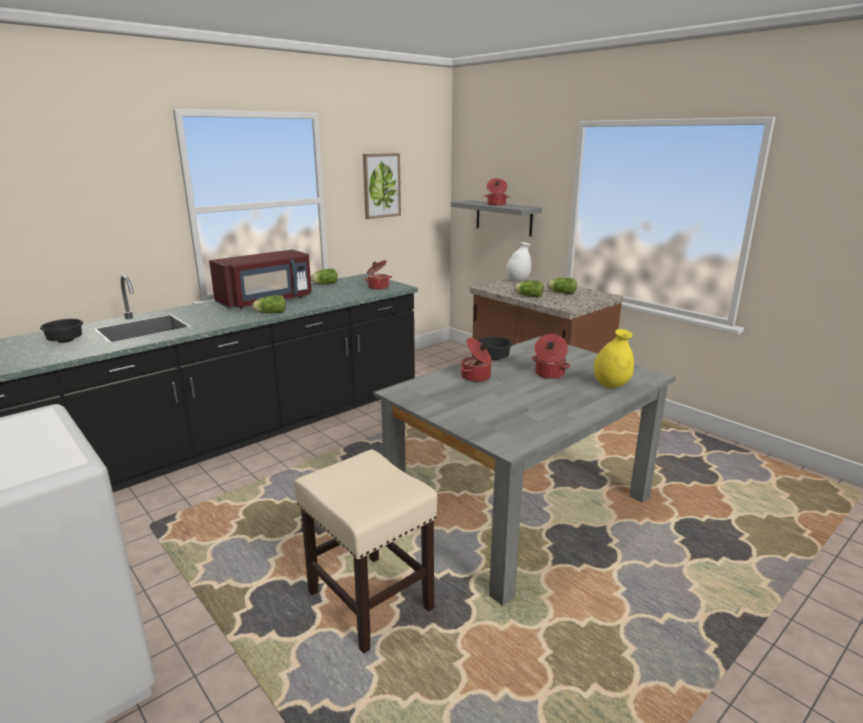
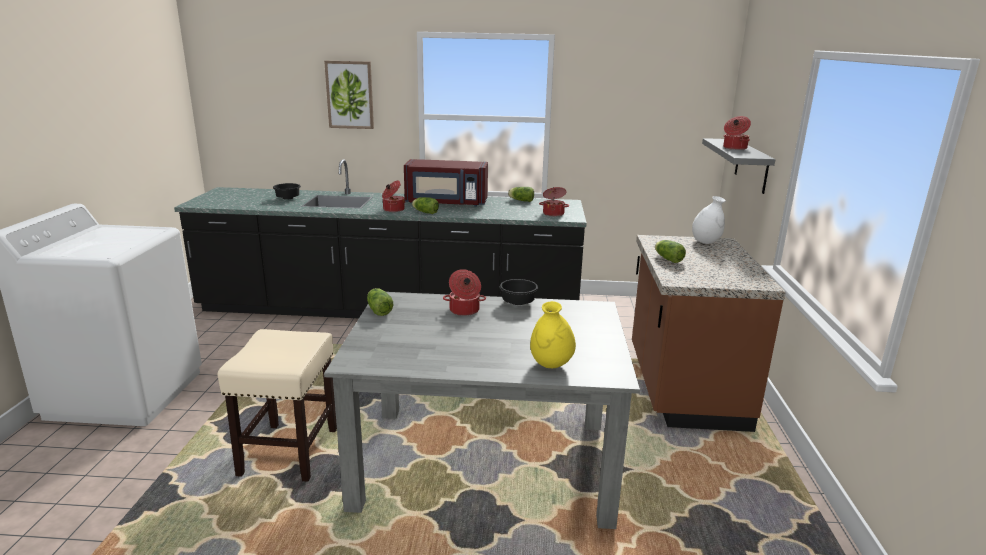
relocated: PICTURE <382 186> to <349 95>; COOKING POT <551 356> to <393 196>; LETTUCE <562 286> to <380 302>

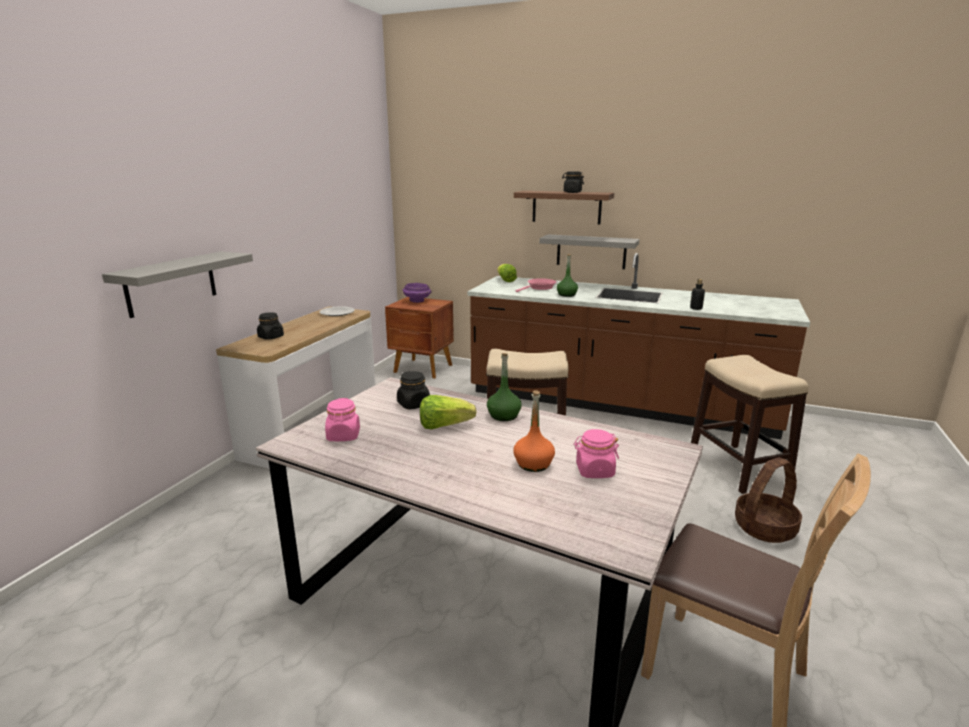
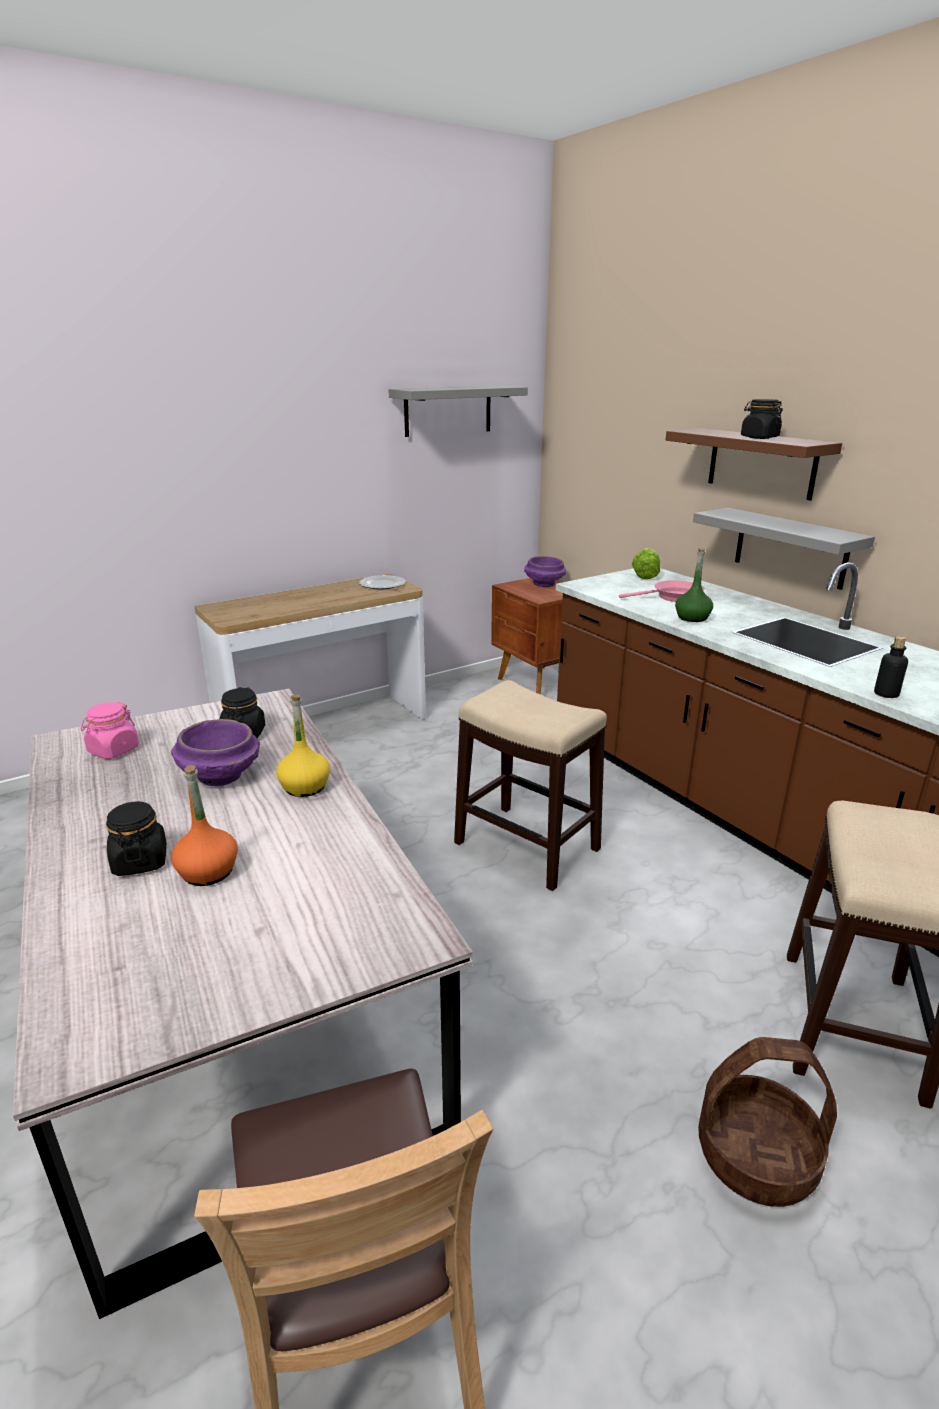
missing: PINK JAR <596 453>
relocated: GREY SHELF <177 284> to <458 411>; BLACK JAR <270 326> to <136 838>
exchanged: LETTUCE <448 412> to PURPLE BOWL <215 752>
colour: GREEN BOTTLE <504 387> to YELLOW BOTTLE <303 746>

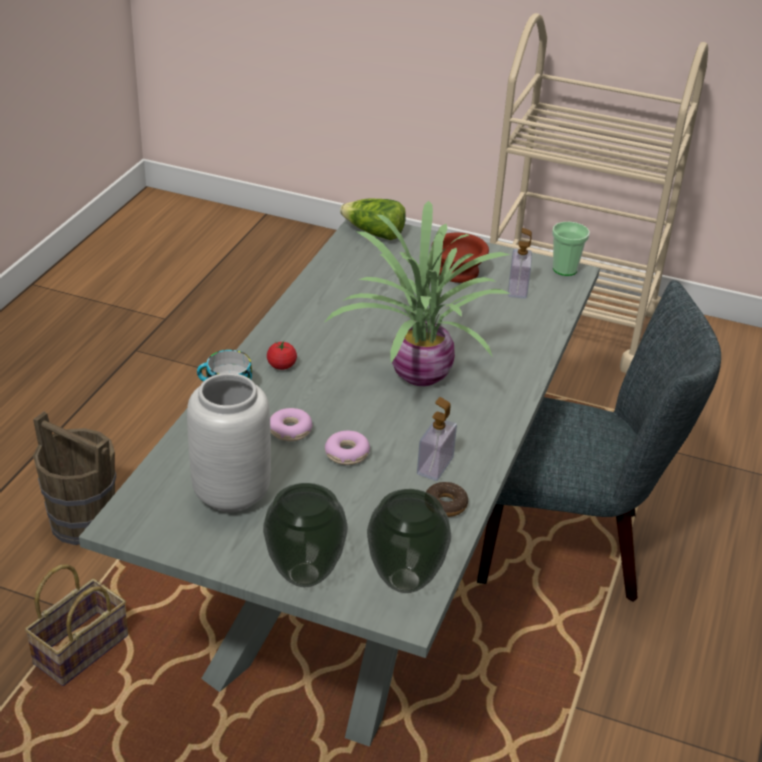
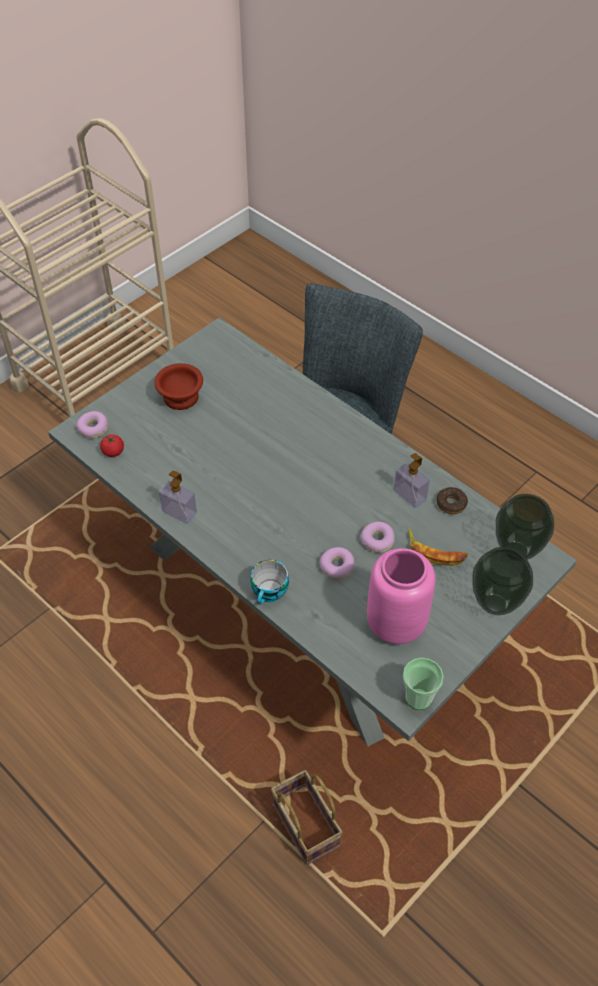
missing: BROWN BUCKET <74 478>; POTTED PLANT <418 293>
appeared: BANANA <438 547>
relocated: TOMATO <282 355> to <112 445>; SOAP DISPENSER <520 263> to <178 497>; CUP <571 249> to <423 684>
exchanged: LETTUCE <373 219> to DONUT <92 424>
colour: GREY VASE <229 442> to PINK VASE <401 596>

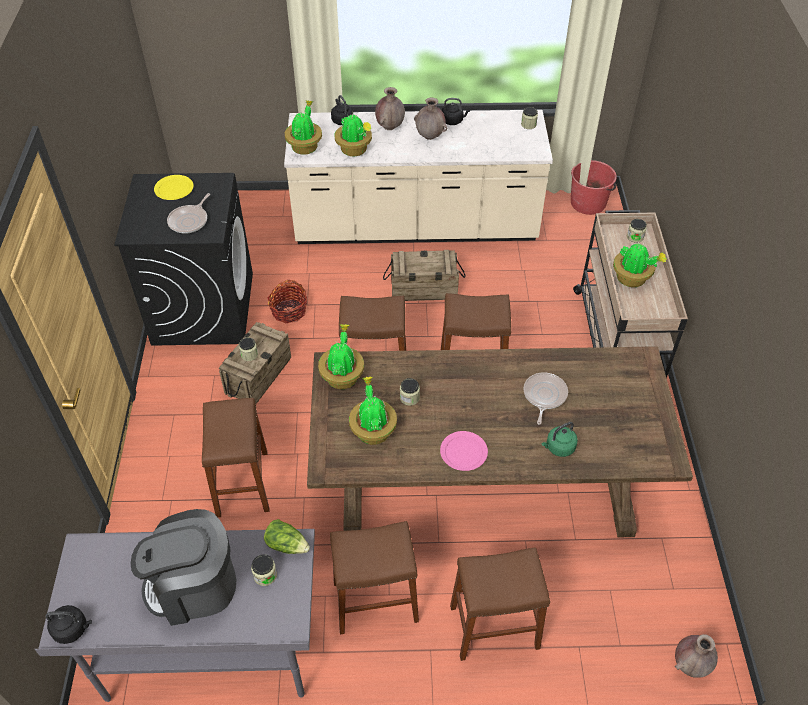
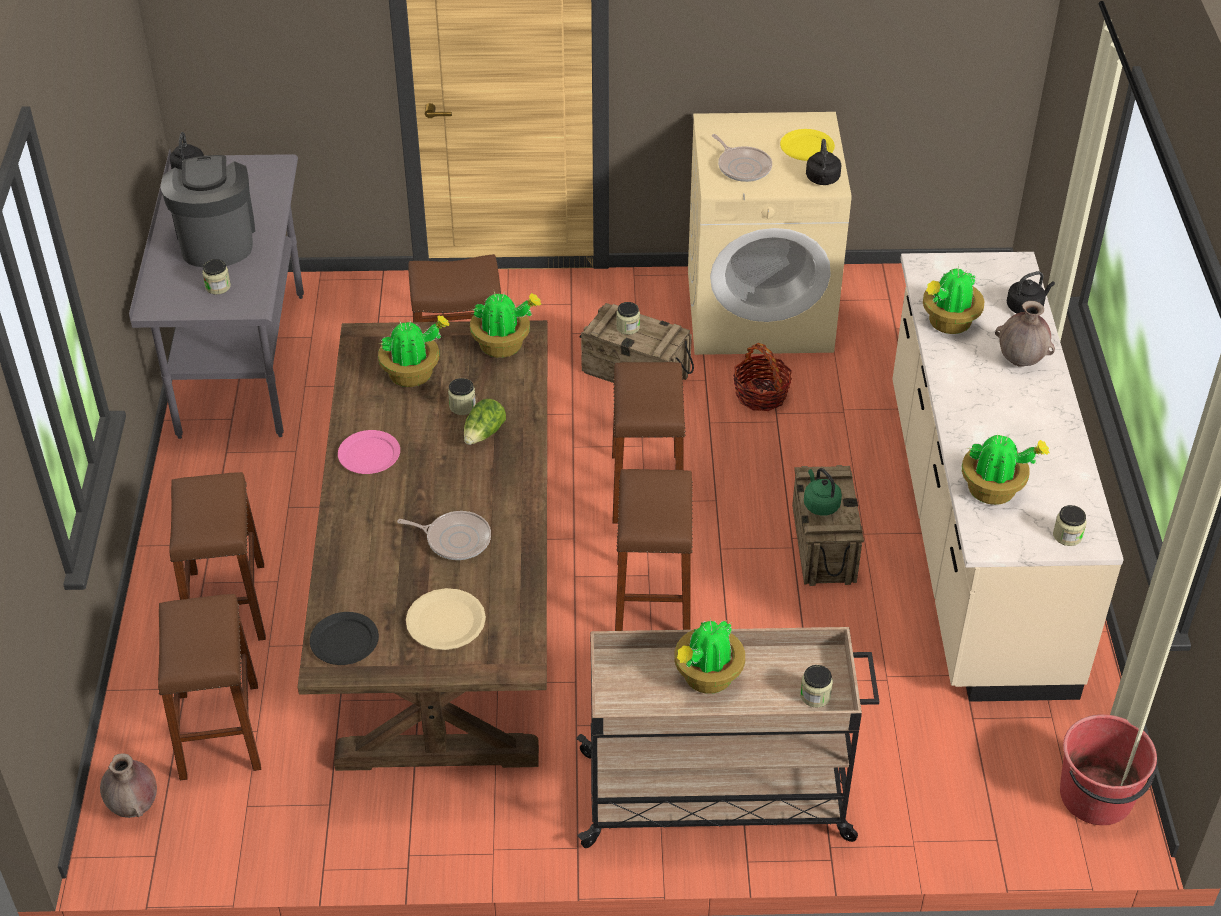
missing: BROWN VASE <430 119>
appeared: BLACK PLATE <344 638>; BEIGE PLATE <446 619>
relocated: LETTUCE <287 536> to <485 422>; POTTED PLANT <303 127> to <1006 469>; BROWN STOOL <374 577> to <209 687>; BLACK KETTLE <456 111> to <824 162>; GREEN KETTLE <559 439> to <823 492>
colour: BLACK WASHING MACHINE <183 259> to BEIGE WASHING MACHINE <770 233>
spun: FRYING PAN <188 213> = <742 158> 150 degrees counterclockwise

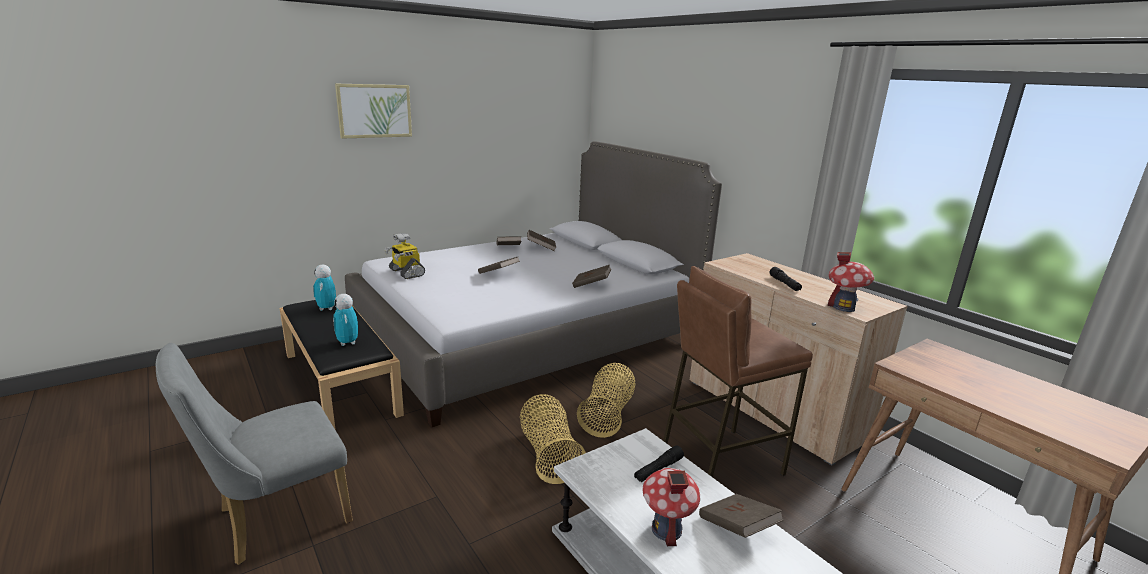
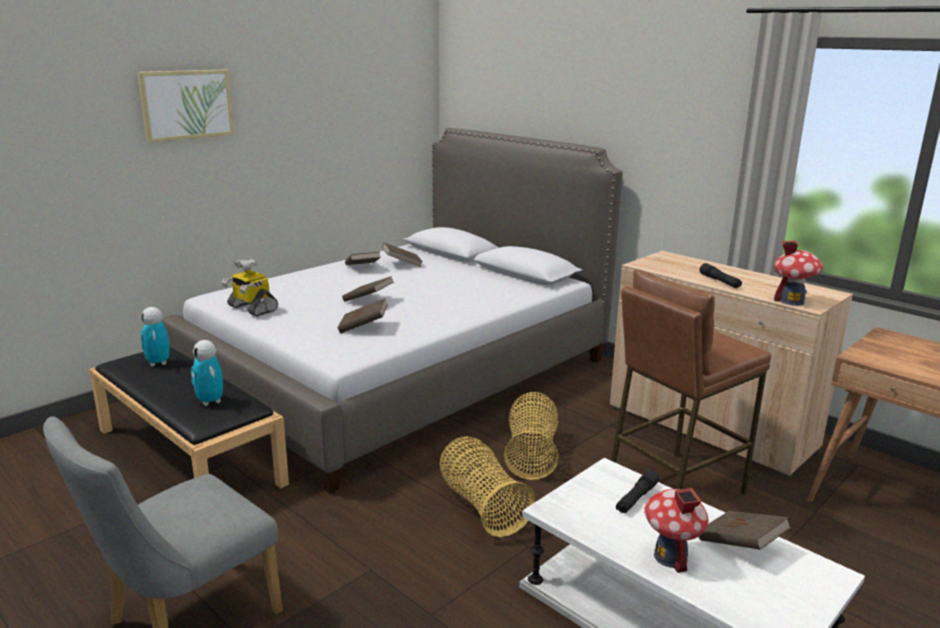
relocated: BROWN BOOK <592 276> to <363 315>

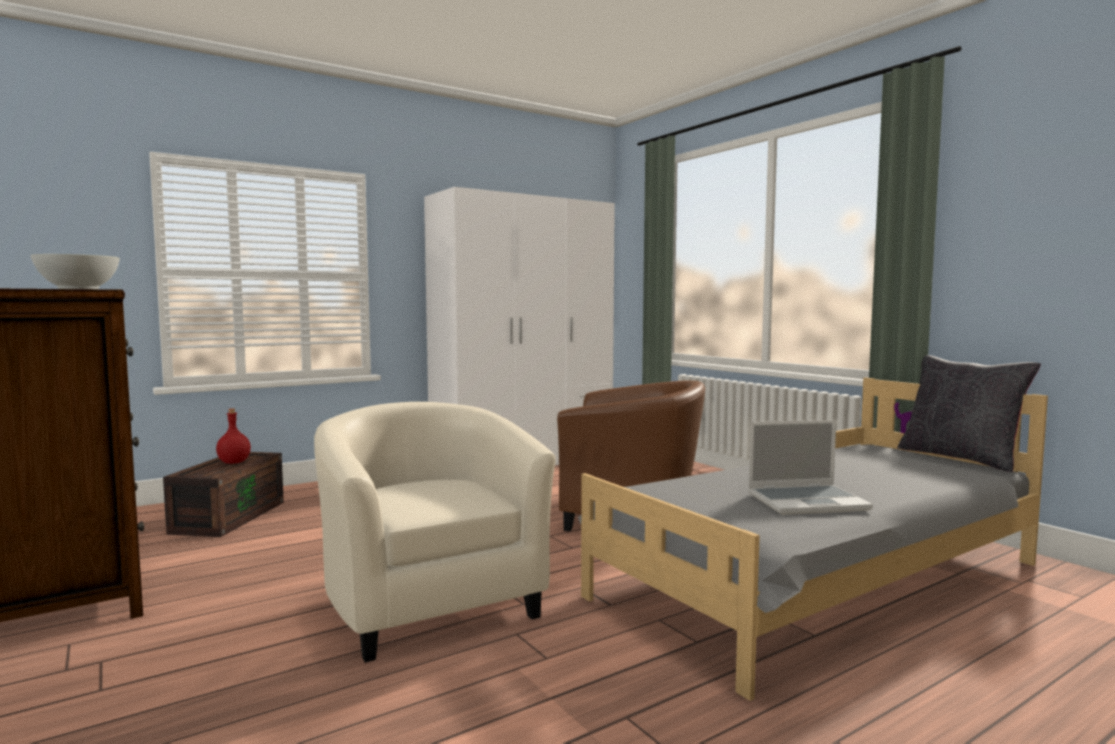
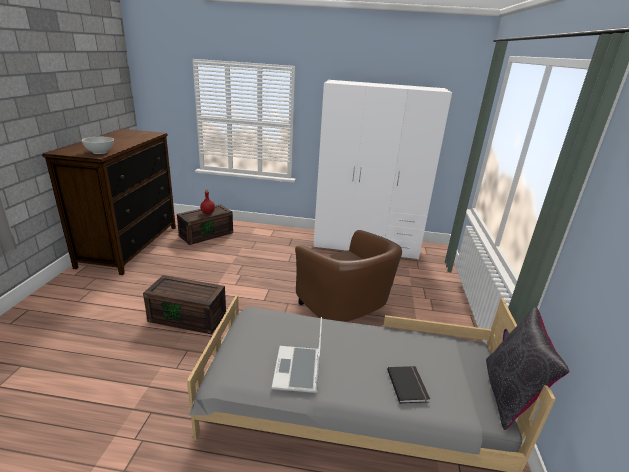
appeared: BLACK BOOK <408 385>
exchanged: BEIGE ARMCHAIR <435 532> to BROWN STORAGE BOX <184 304>
spun: LAPTOP <810 467> = <297 355> 60 degrees clockwise

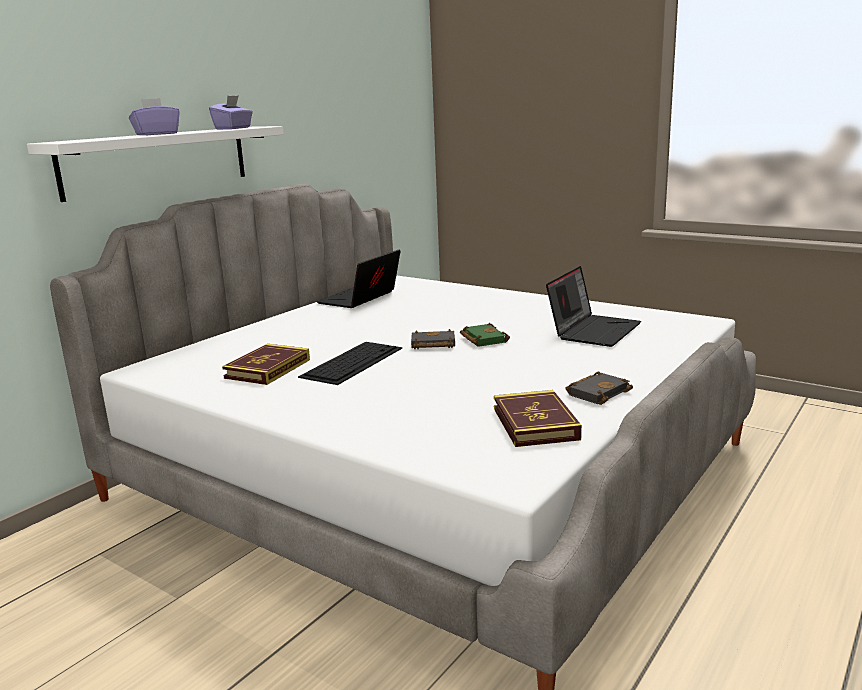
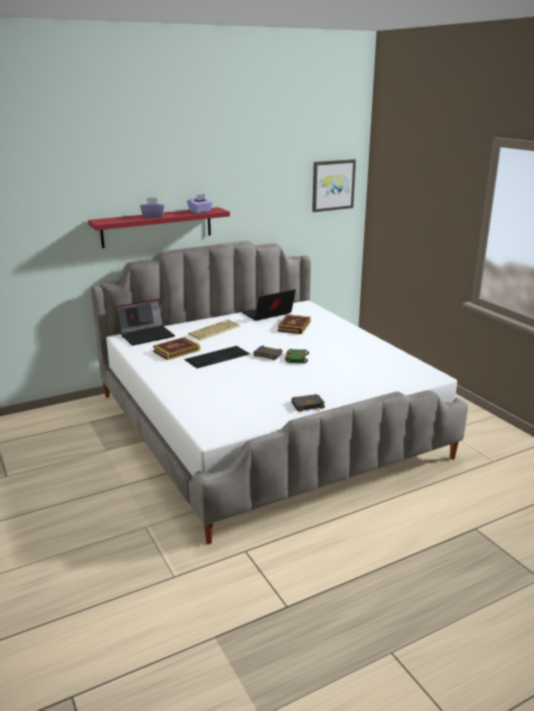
appeared: KEYBOARD <214 330>; PICTURE <334 185>
relocated: BOOK <538 418> to <294 324>; LAPTOP <593 306> to <145 322>
colour: WHITE SHELF <155 164> to RED SHELF <159 227>

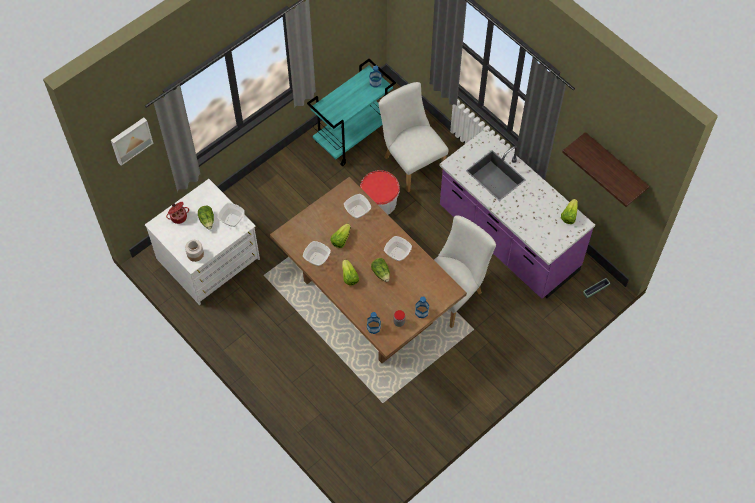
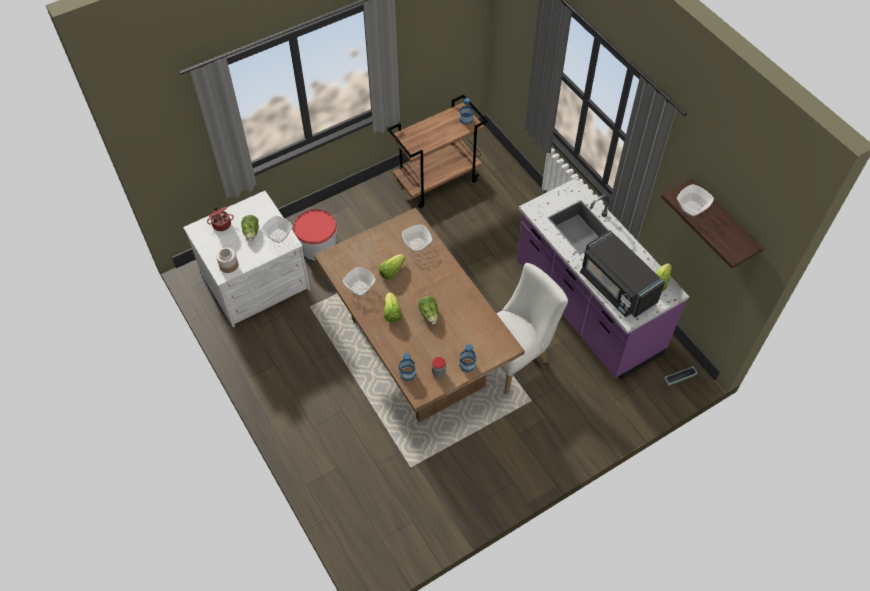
missing: PICTURE <132 142>; WHITE CHAIR <414 137>
appeared: BLACK MICROWAVE <622 274>
relocated: BUCKET <380 192> to <315 234>; BOWL <398 248> to <695 200>
colour: TURQUOISE CART <351 112> to BROWN CART <437 151>

